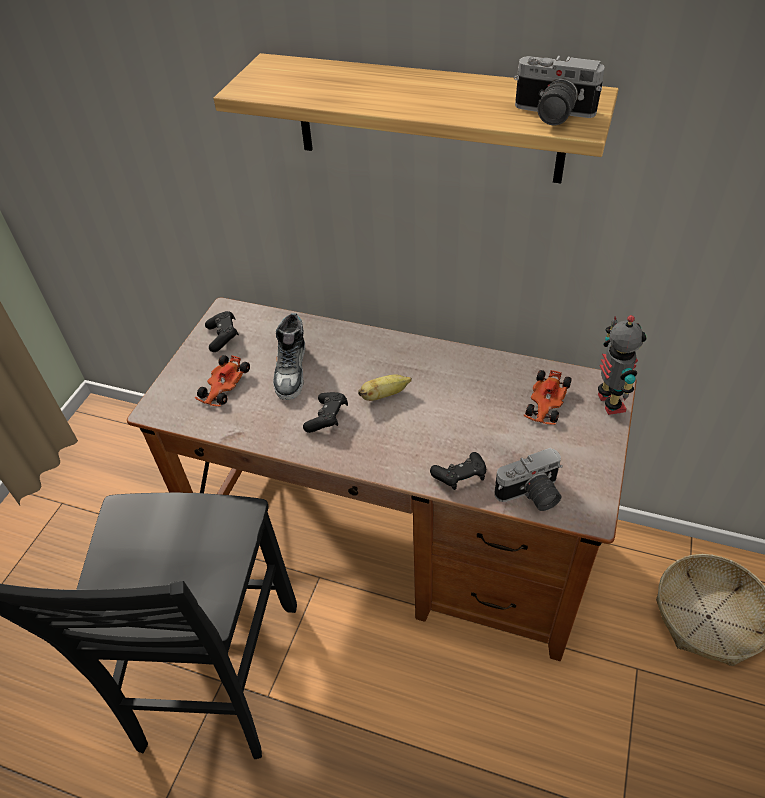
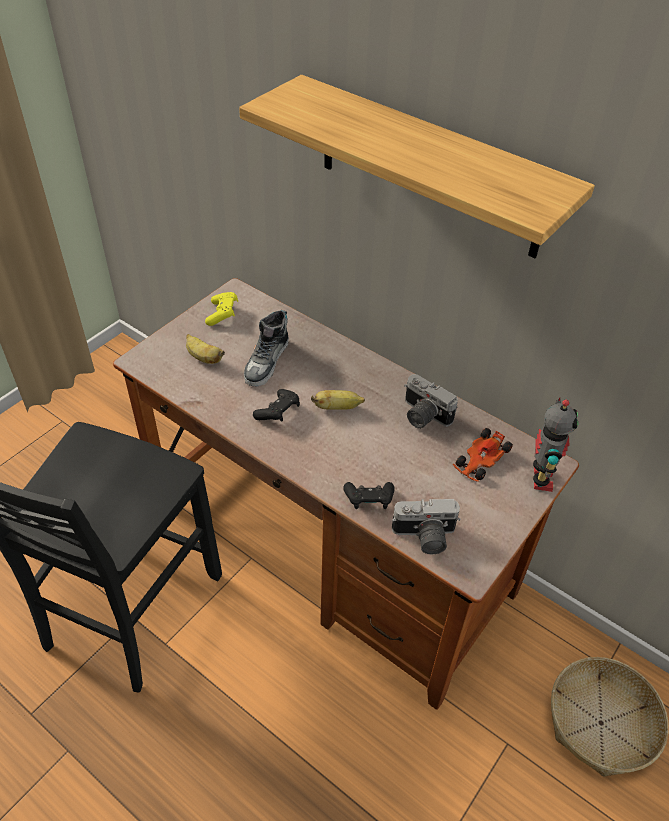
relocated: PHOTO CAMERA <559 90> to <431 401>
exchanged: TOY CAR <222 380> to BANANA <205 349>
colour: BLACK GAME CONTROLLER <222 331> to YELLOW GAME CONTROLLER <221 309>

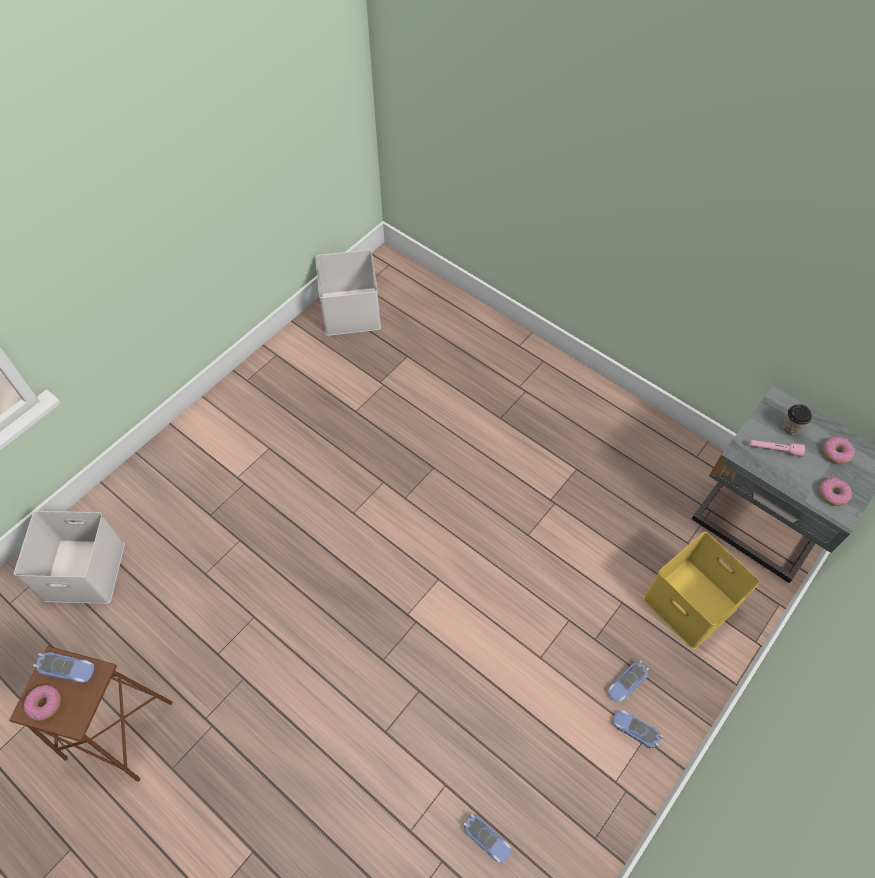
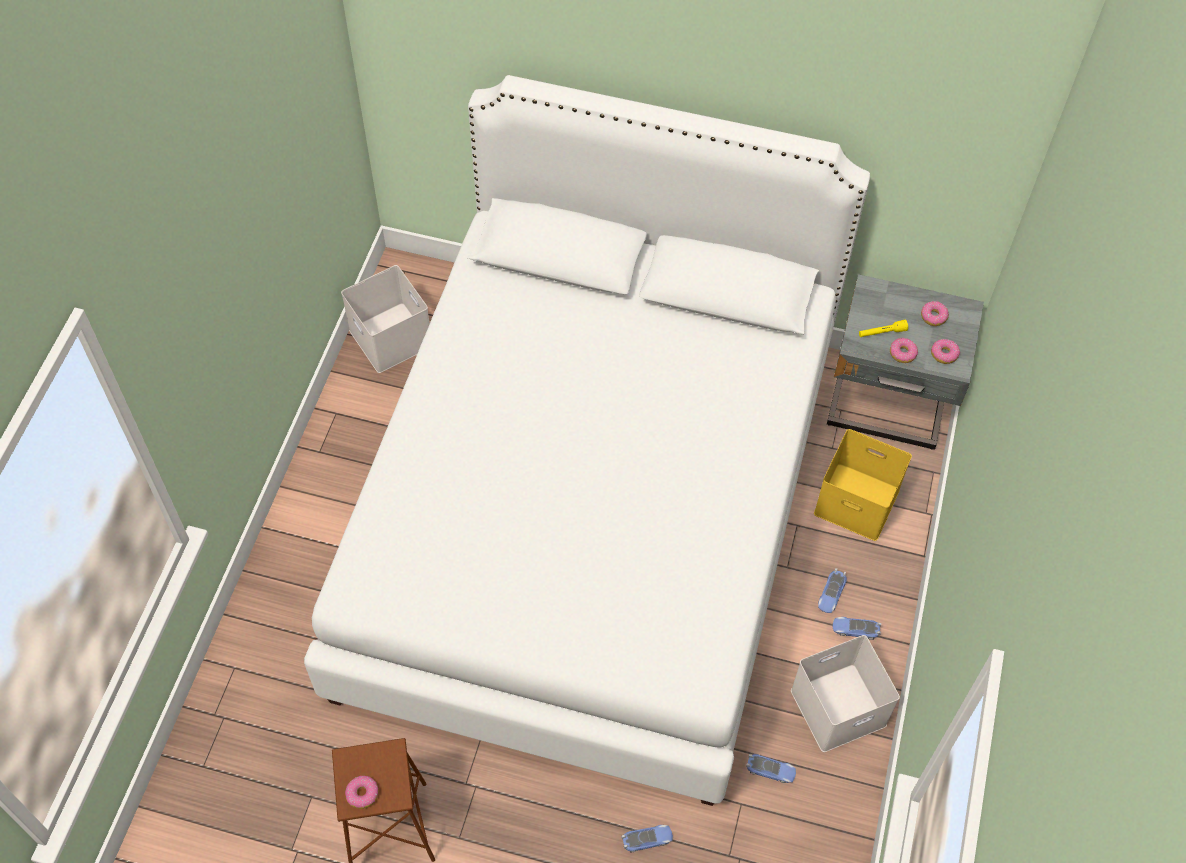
missing: CUP <797 420>
appeared: WHITE BED <587 440>; DONUT <904 350>
relocated: WHITE STORAGE BOX <69 557> to <845 693>; TOY CAR <63 667> to <647 838>
colour: PINK FLASHLIGHT <777 448> to YELLOW FLASHLIGHT <883 328>

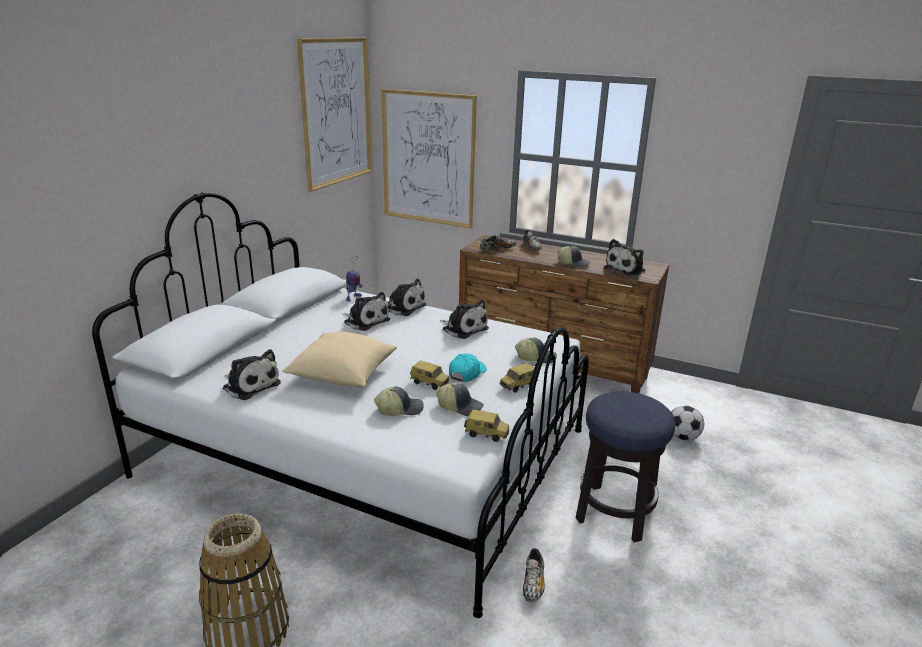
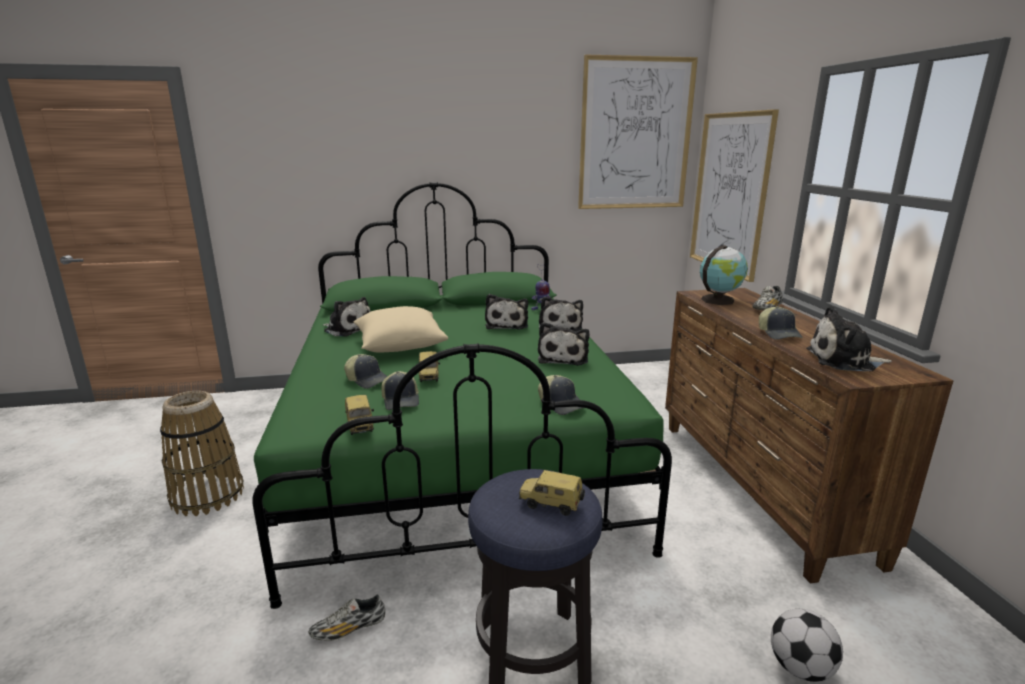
missing: TURQUOISE CAP <468 368>
relocated: TOY CAR <519 378> to <552 493>
exchanged: SHOE <498 243> to GLOBE <724 275>
colour: WHITE BED <340 405> to GREEN BED <462 395>
spun: PLUSH TOY <252 374> = <346 317> 60 degrees counterclockwise

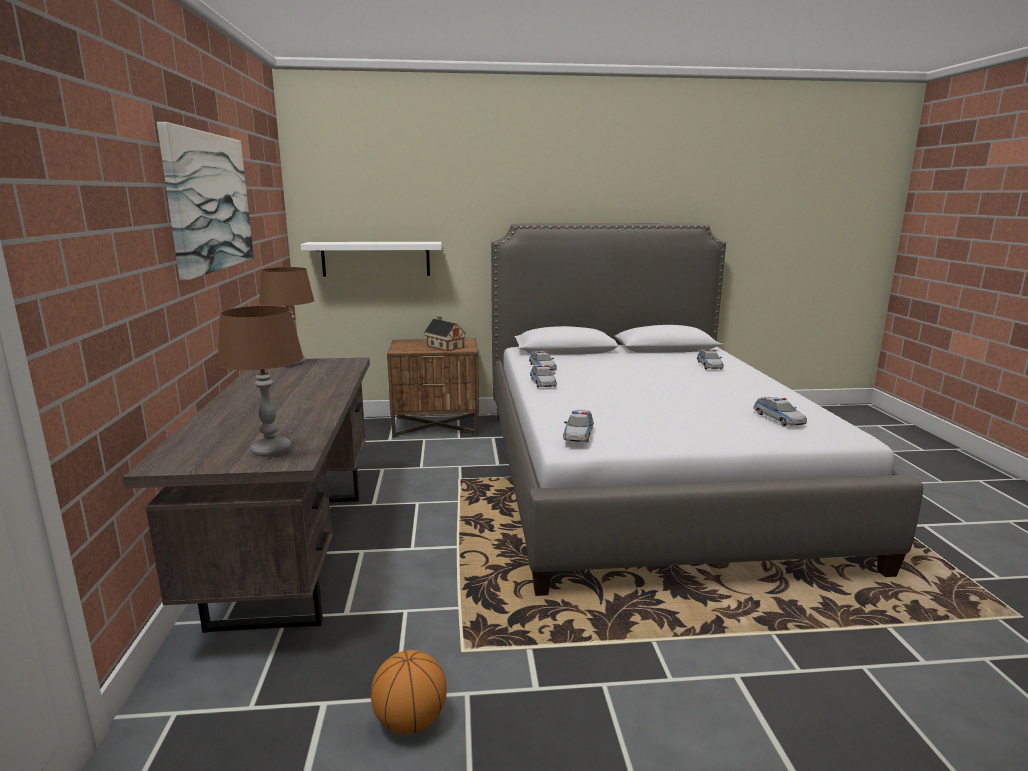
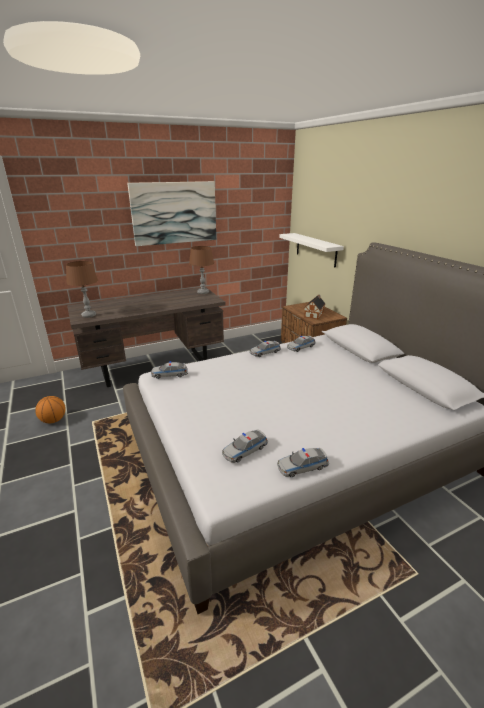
relocated: TOY CAR <710 359> to <303 462>

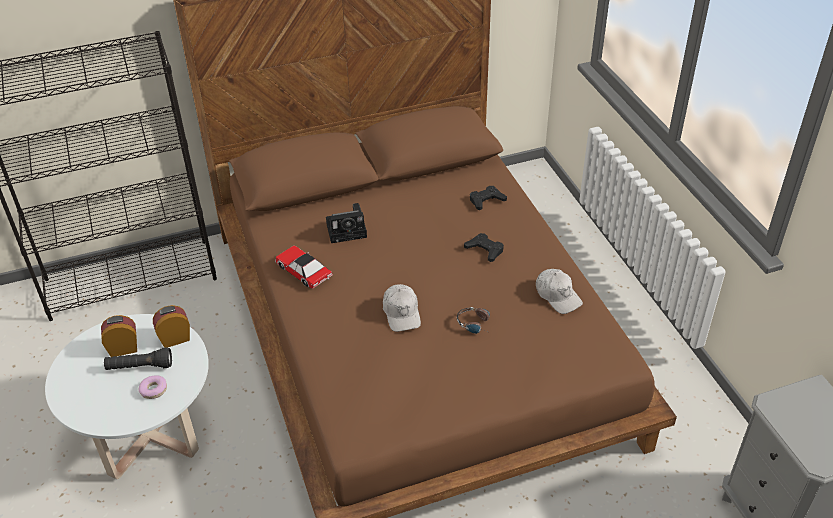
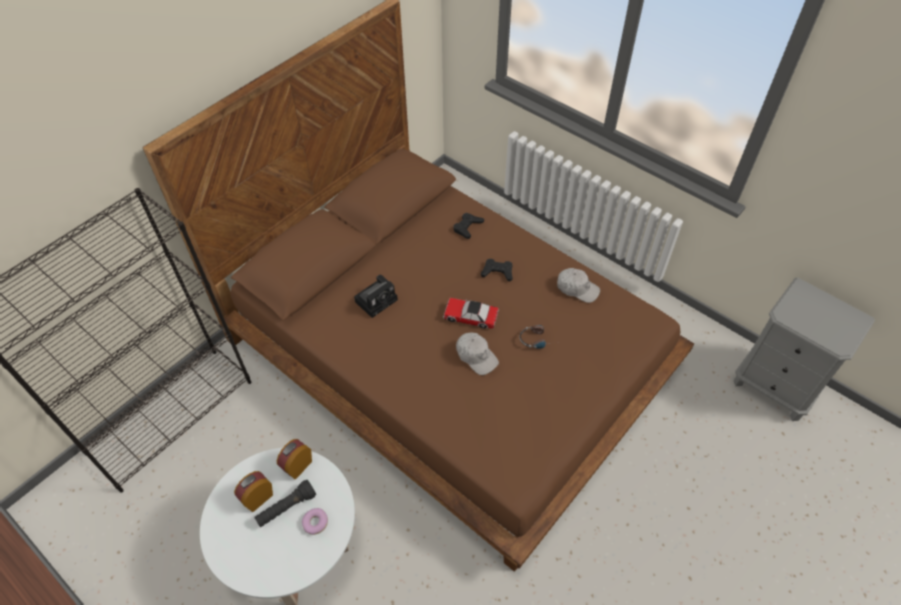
relocated: TOY CAR <304 267> to <471 313>

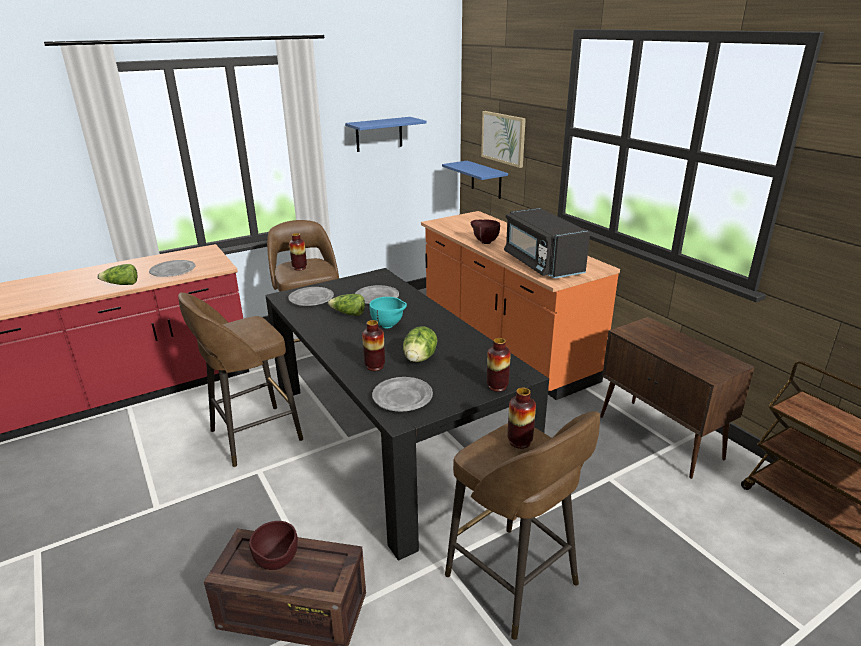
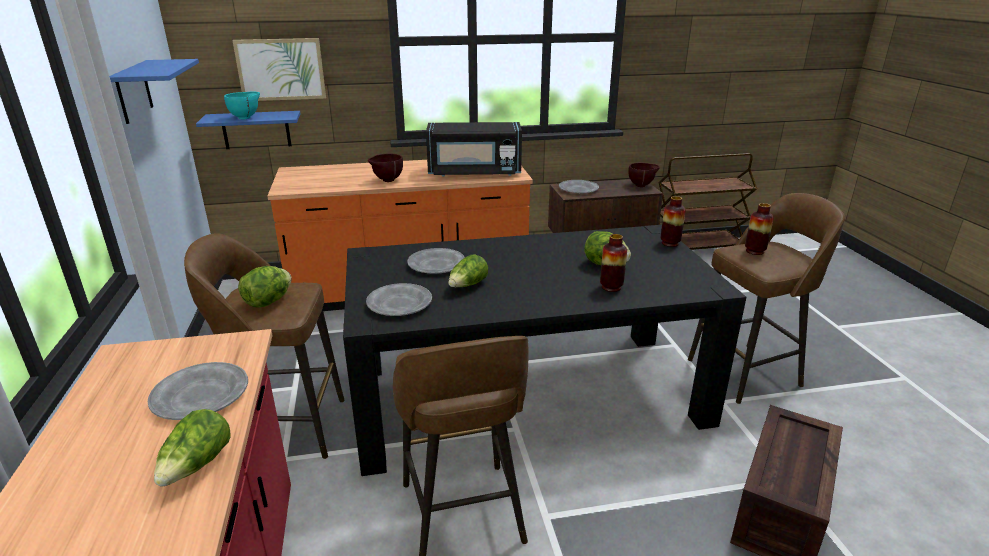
relocated: BROWN BOWL <273 545> to <644 175>; TURQUOISE BOWL <388 313> to <242 105>; GREY PLATE <402 394> to <579 186>
exchanged: VASE <298 252> to LETTUCE <265 287>

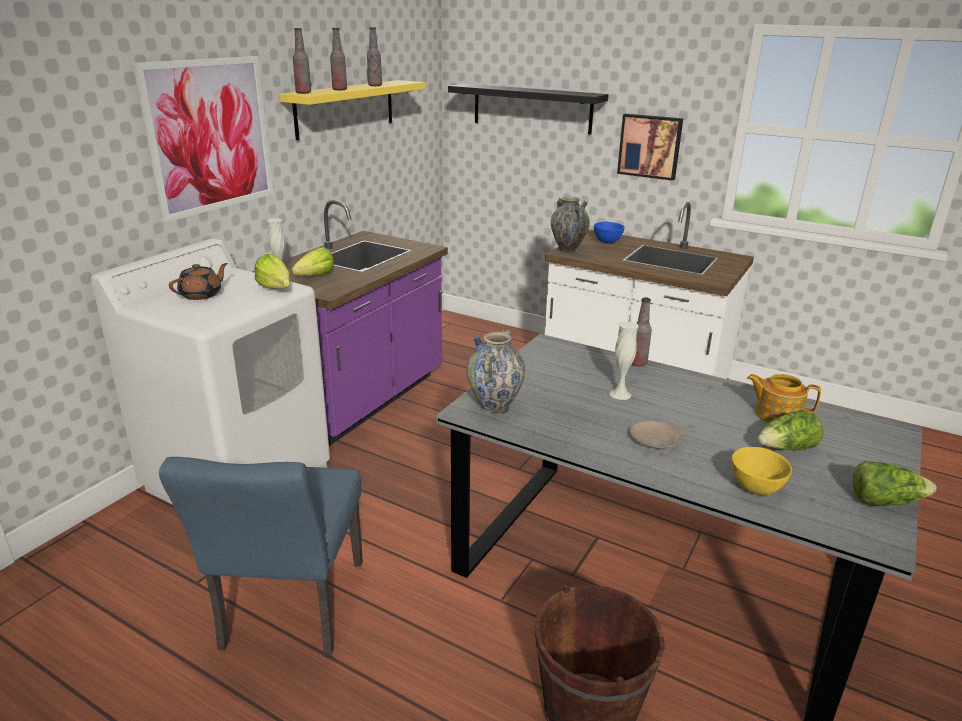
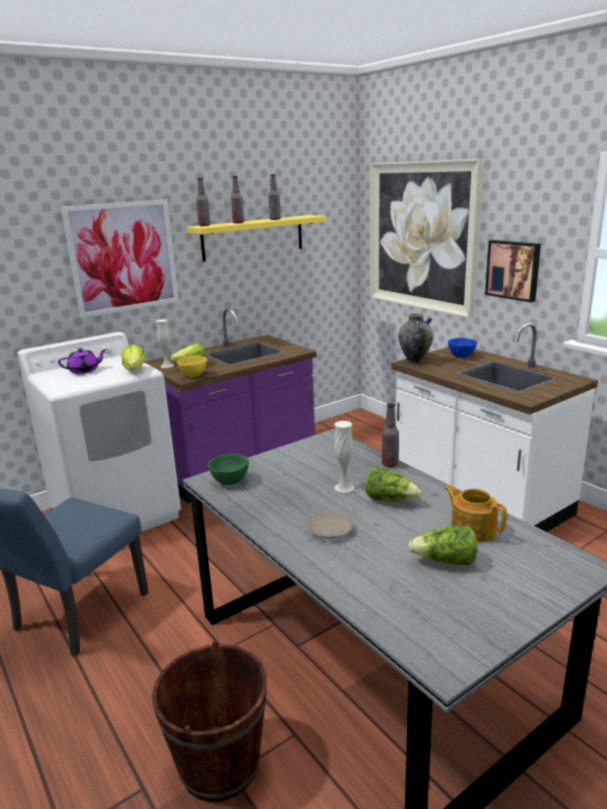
relocated: YELLOW BOWL <762 471> to <192 366>; LETTUCE <894 483> to <393 484>
exchanged: BLACK SHELF <528 109> to PICTURE <426 238>; VASE <496 373> to GREEN BOWL <228 469>
colour: BROWN TEAPOT <198 281> to PURPLE TEAPOT <82 361>

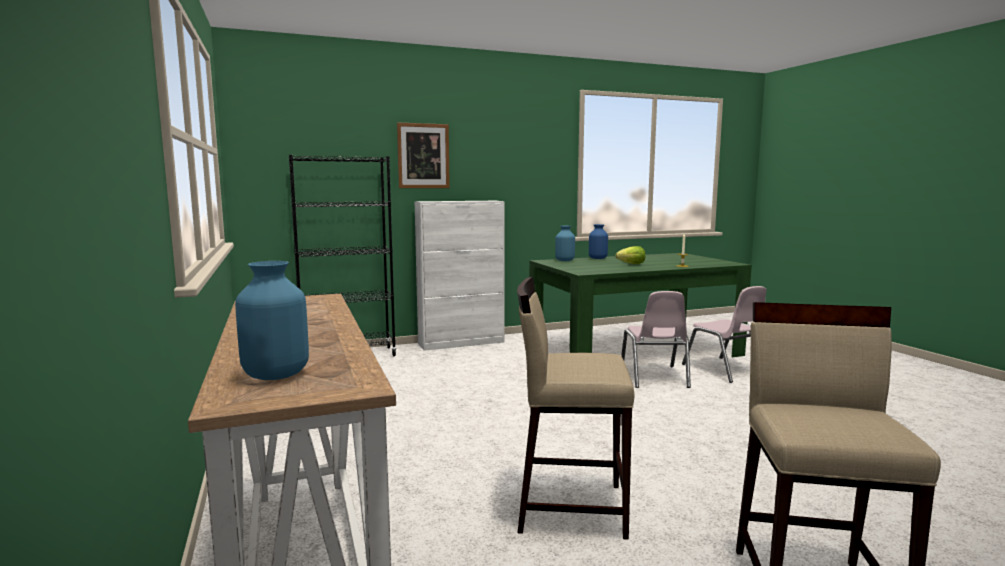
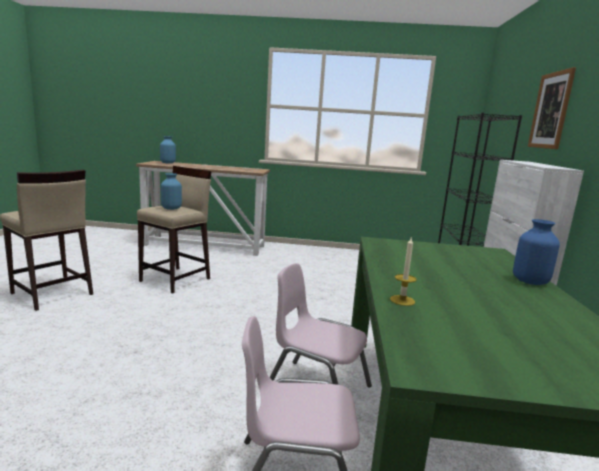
missing: LETTUCE <630 255>
relocated: BLUE VASE <565 243> to <171 191>

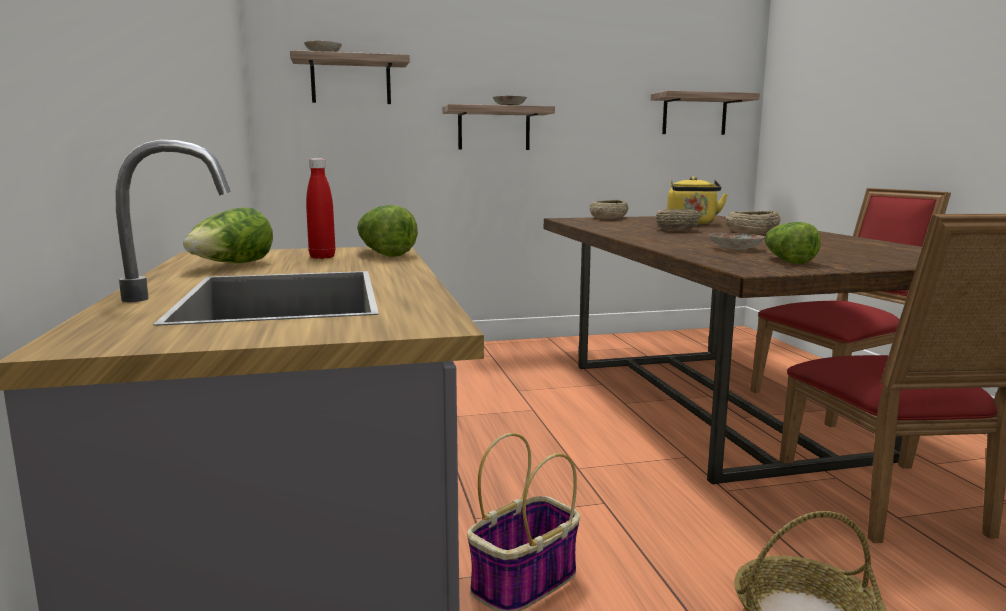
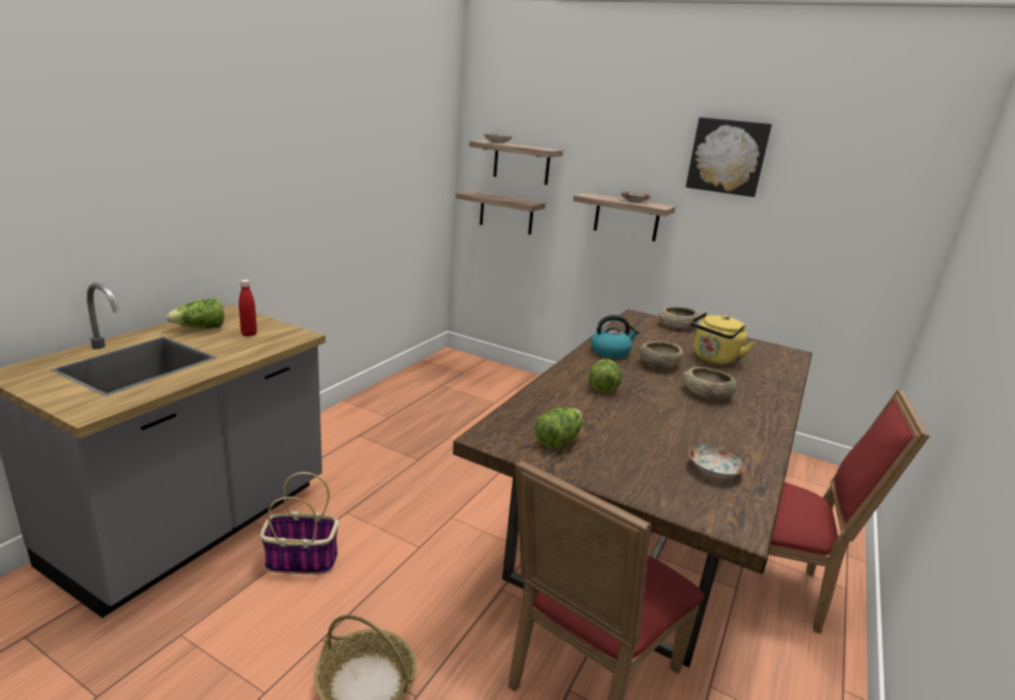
appeared: KETTLE <614 337>; PICTURE <729 157>
relocated: LETTUCE <387 231> to <605 376>; SHELF <705 113> to <501 212>; PLATE <737 241> to <717 460>

